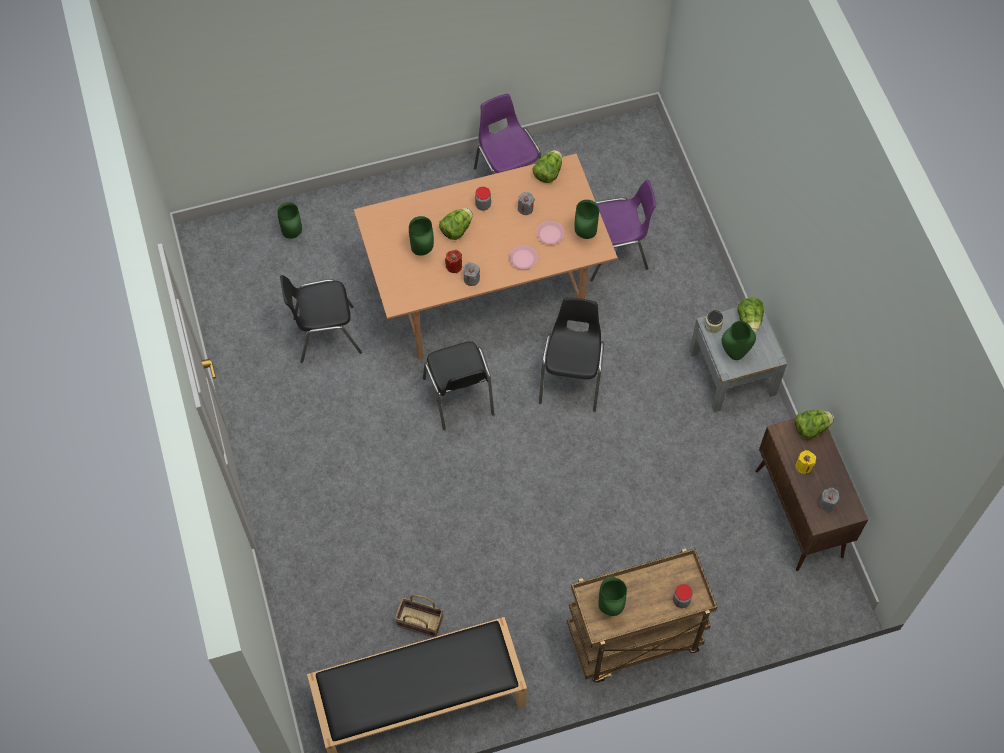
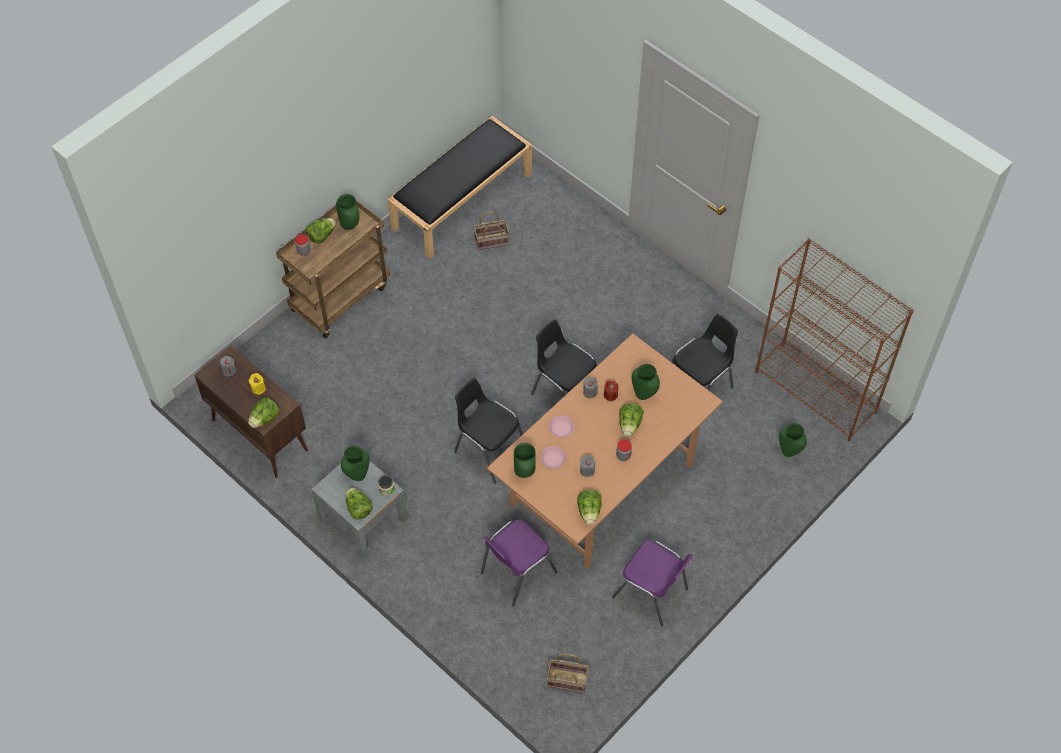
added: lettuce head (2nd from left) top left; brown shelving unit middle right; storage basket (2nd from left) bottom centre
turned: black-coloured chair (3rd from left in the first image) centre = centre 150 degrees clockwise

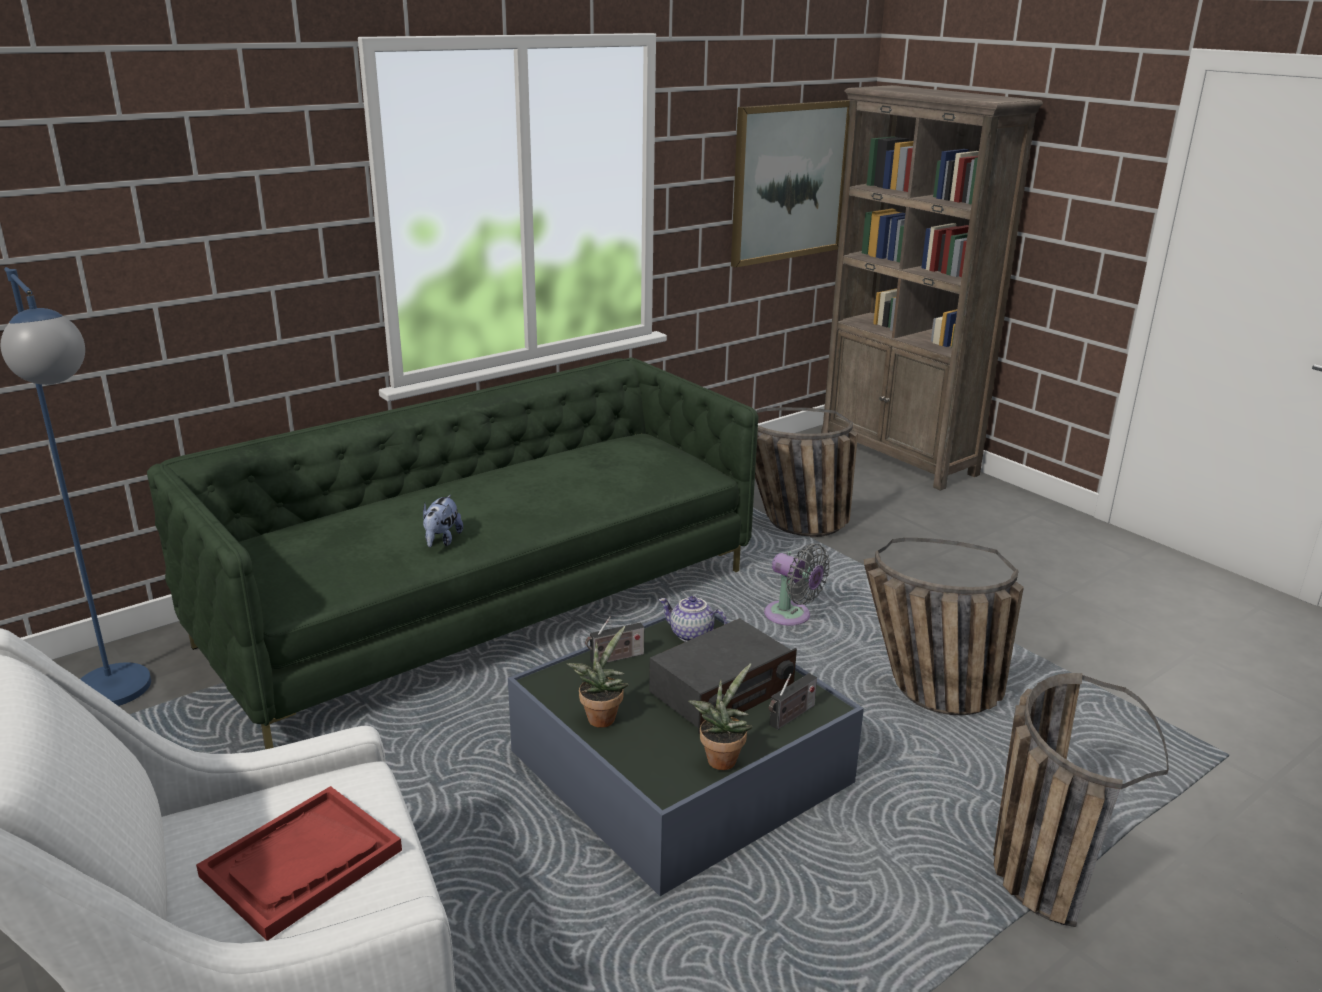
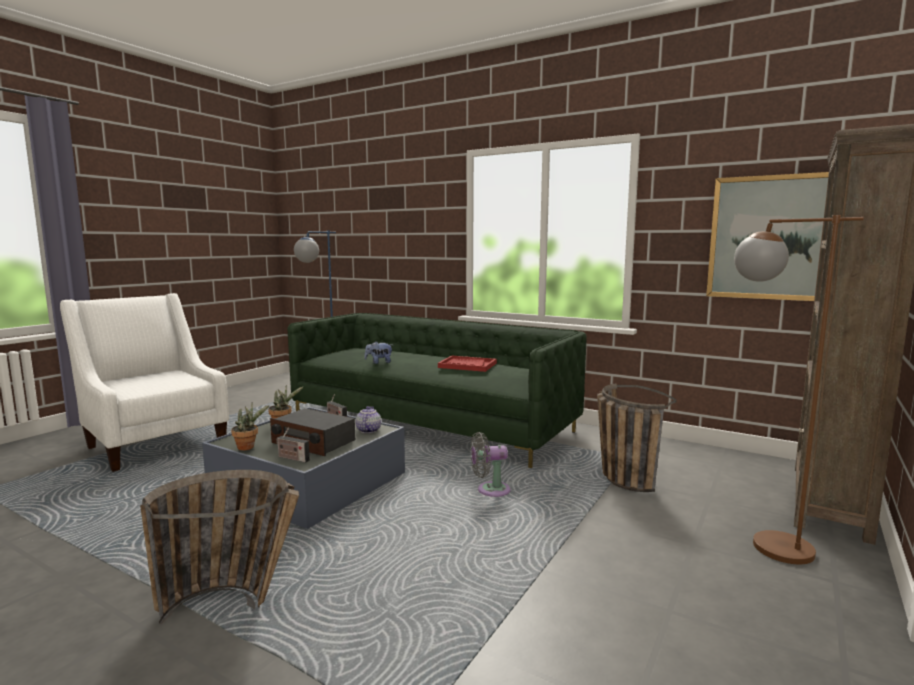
removed: storage basket (2nd from left) middle right
added: brown standard lamp middle right
moved: red-coloured serving tray bottom left to centre
turned: grey cooling fan centre = bottom centre 60 degrees clockwise

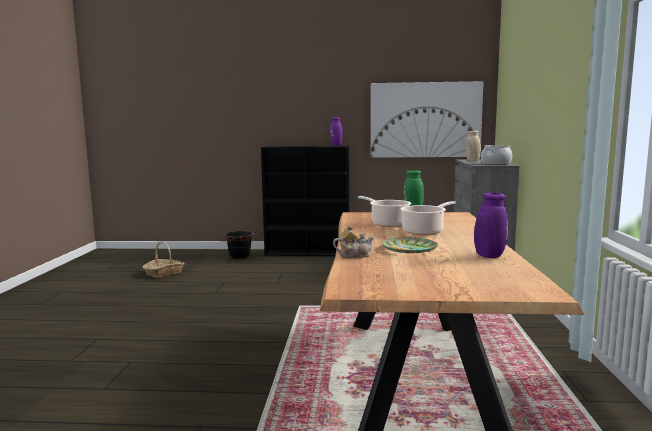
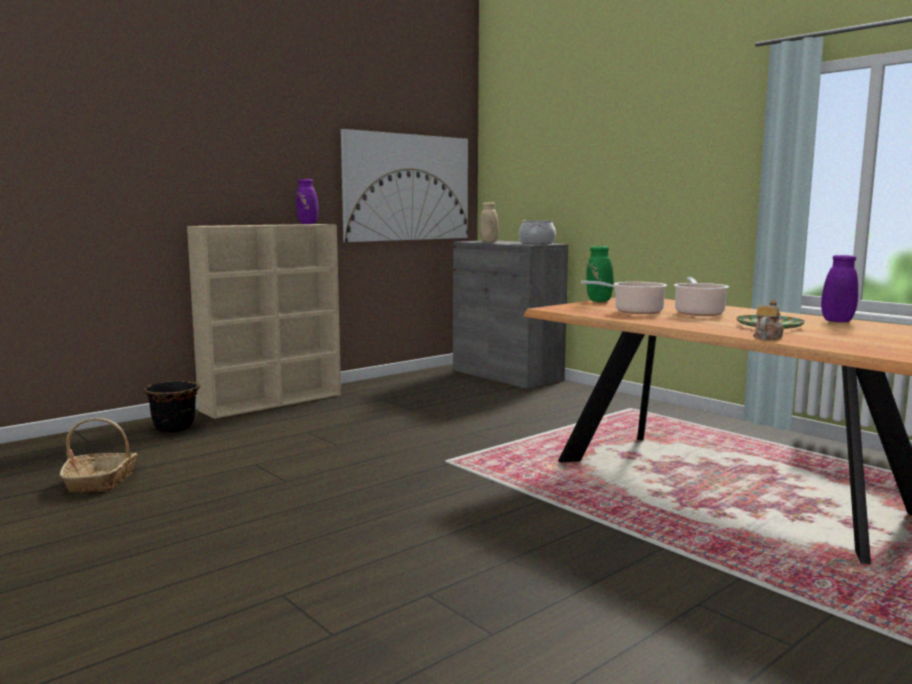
recoloured: black-coloured shelving unit centre to beige shelving unit middle left

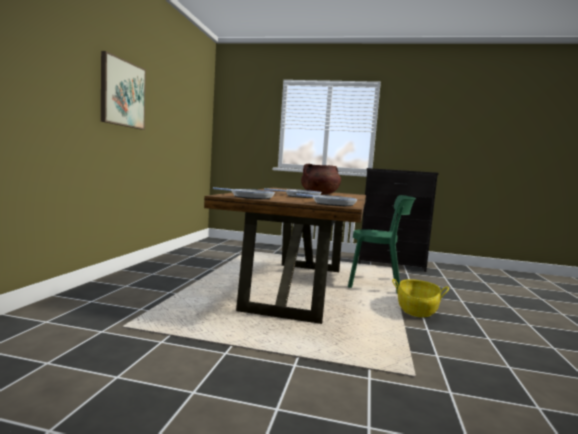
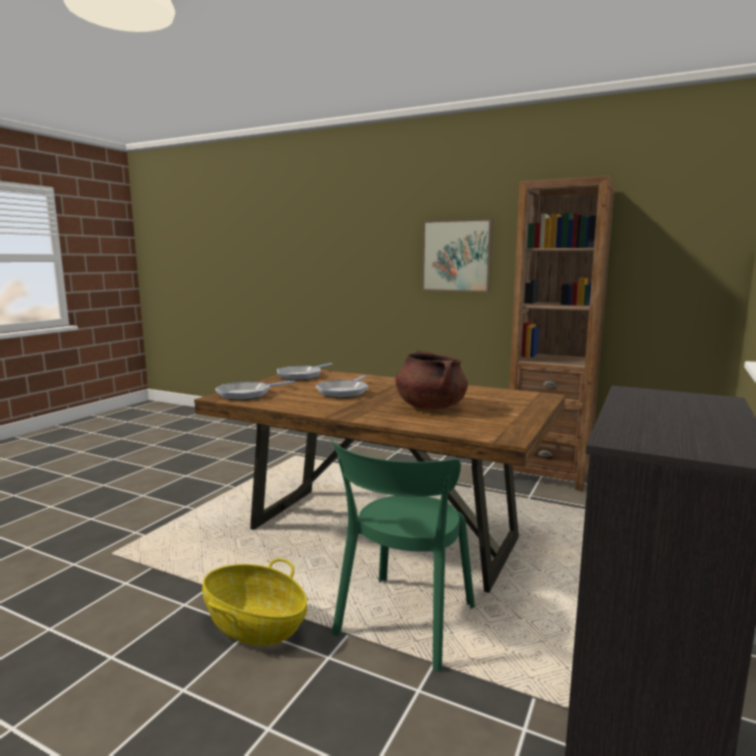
added: brown shelving unit middle right

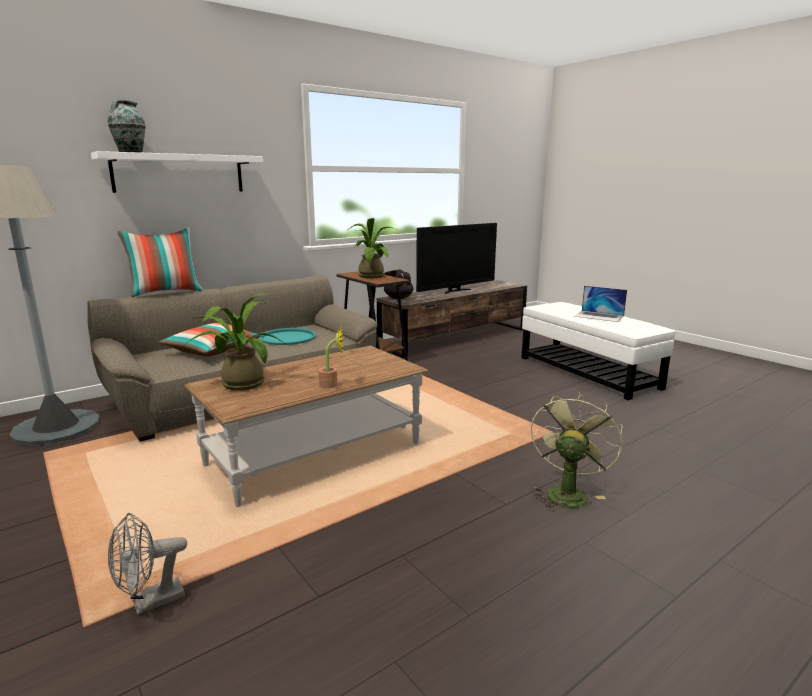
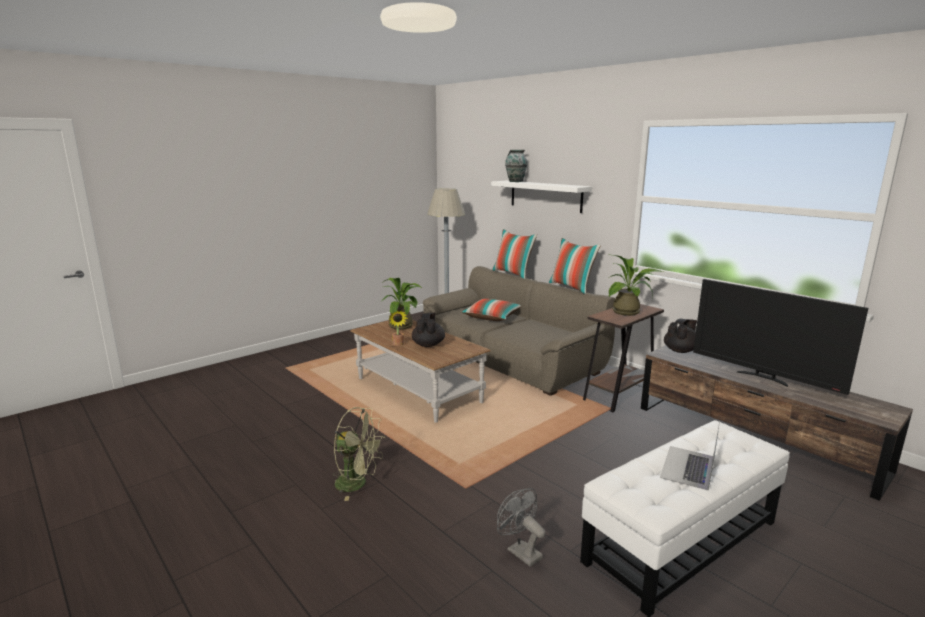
removed: blue-green serving tray centre
added: pillow (3rd from left) centre; black-coloured pot for tea (1st from left) centre
moved: grey cooling fan bottom left to bottom centre

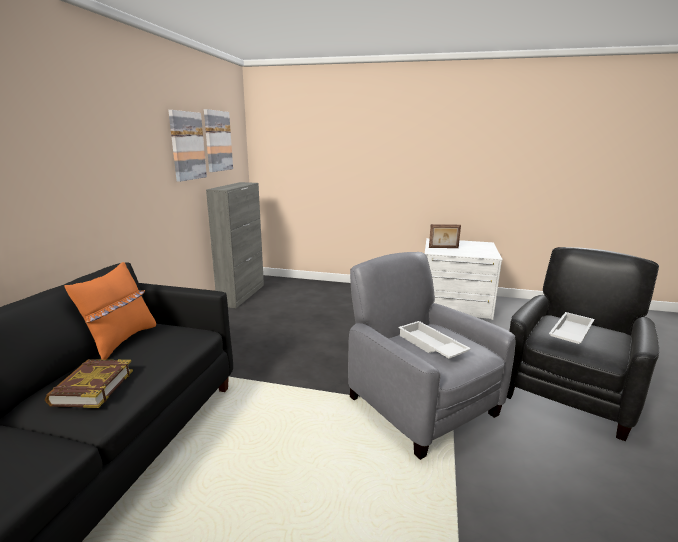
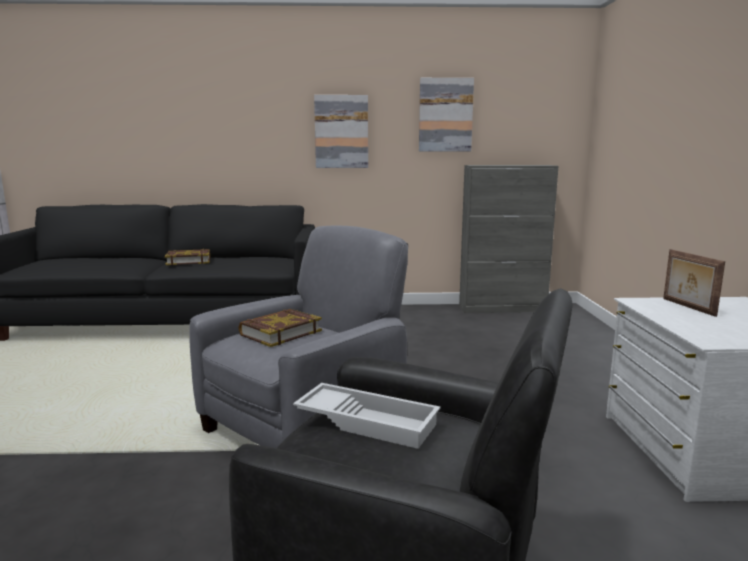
removed: orange pillow middle left
moved: wall picture (2nd from left in the first image) top left to wall picture (1st from left) top centre
replaced: white serving tray (1st from left) centre to bound book (2nd from left) centre

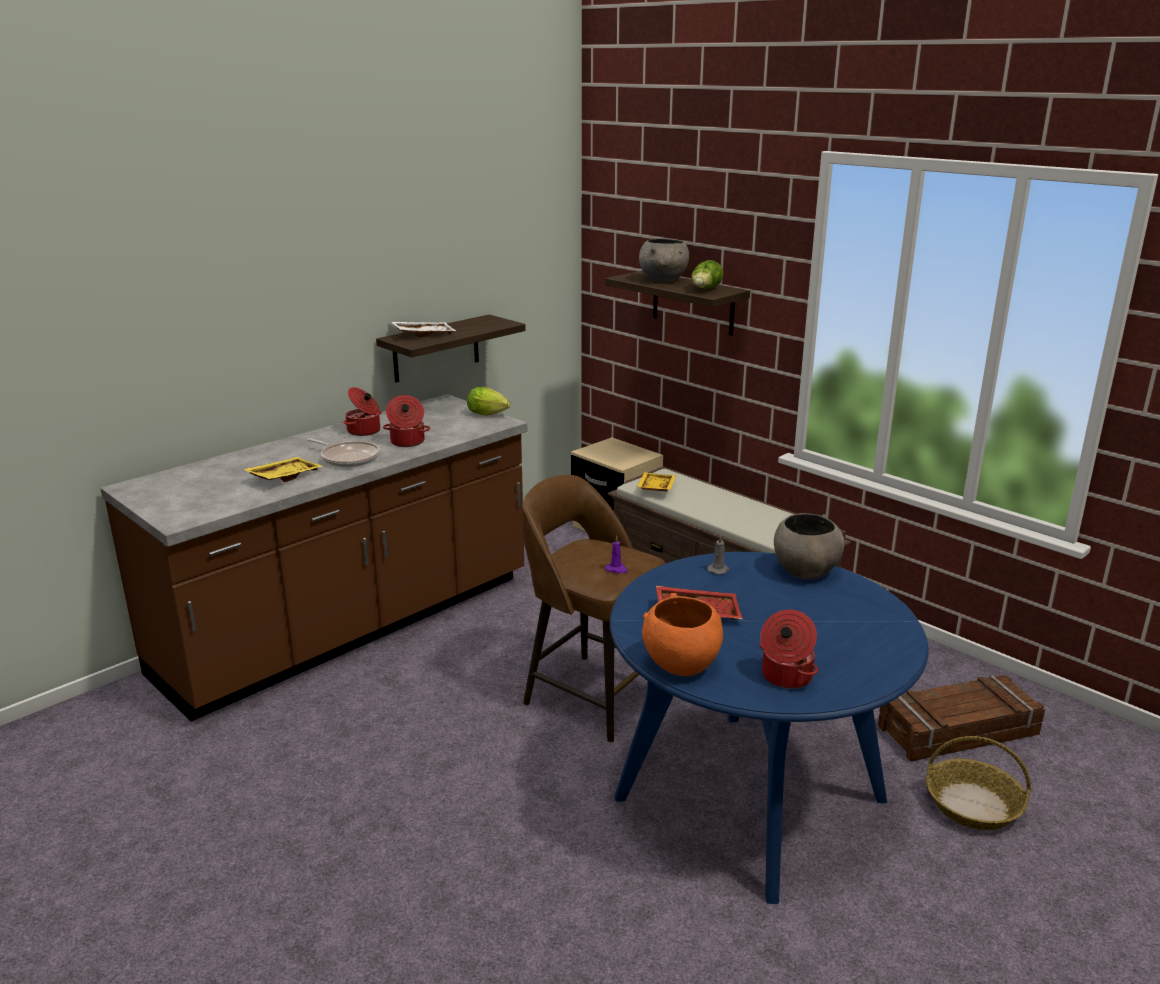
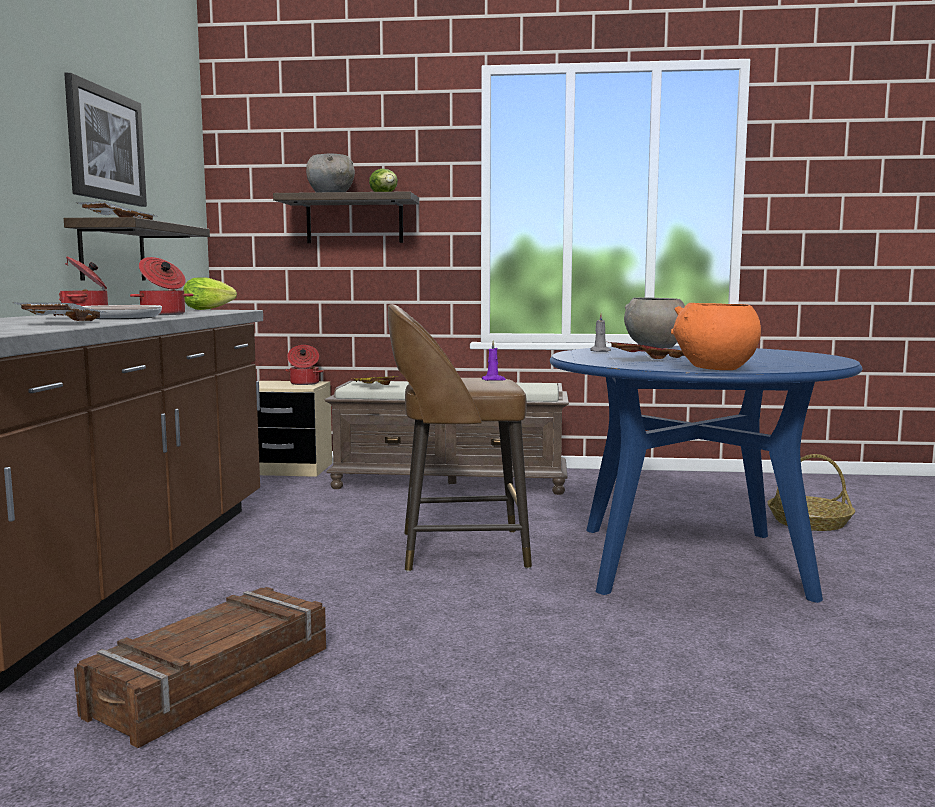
added: wall picture top left
moved: cooking pot (3rd from left) middle right to middle left; shipping crate bottom right to bottom left
recoloured: yellow-coloured serving tray (1st from left) middle left to white serving tray (1st from left) middle left

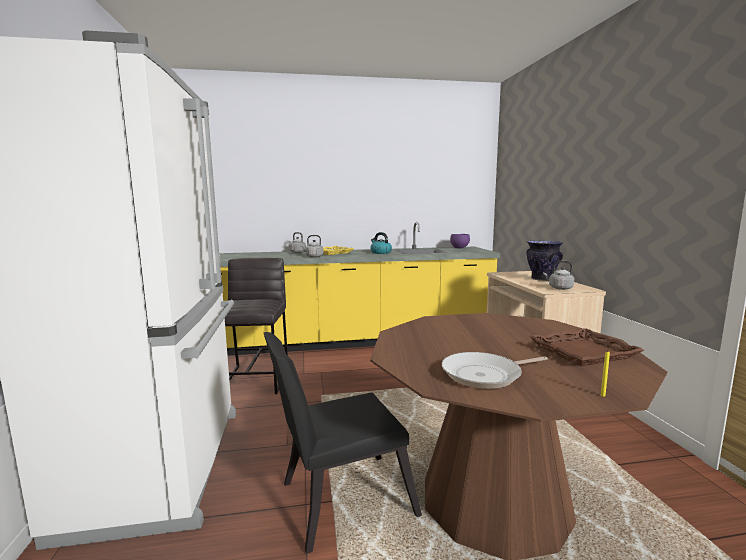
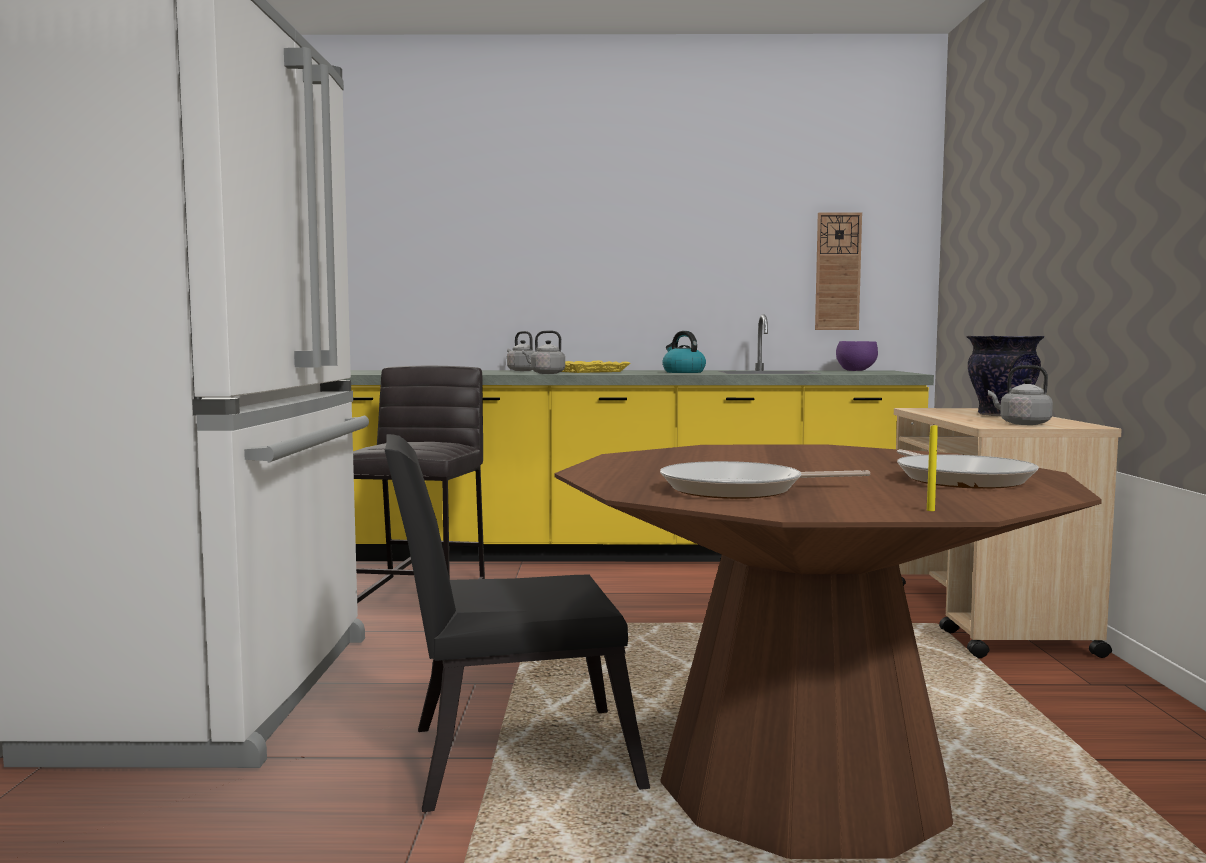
added: hanging clock top right
replaced: brown serving tray middle right to frying pan (2nd from left) middle right

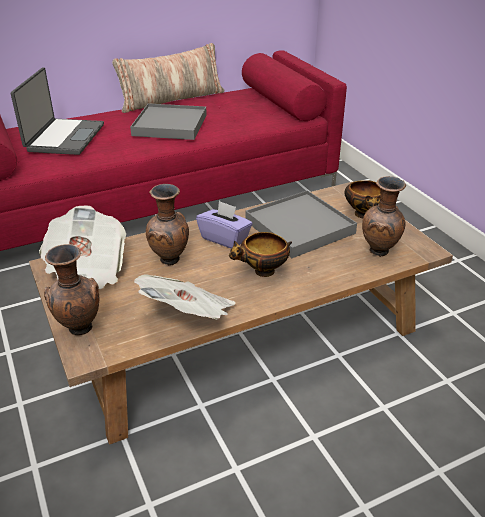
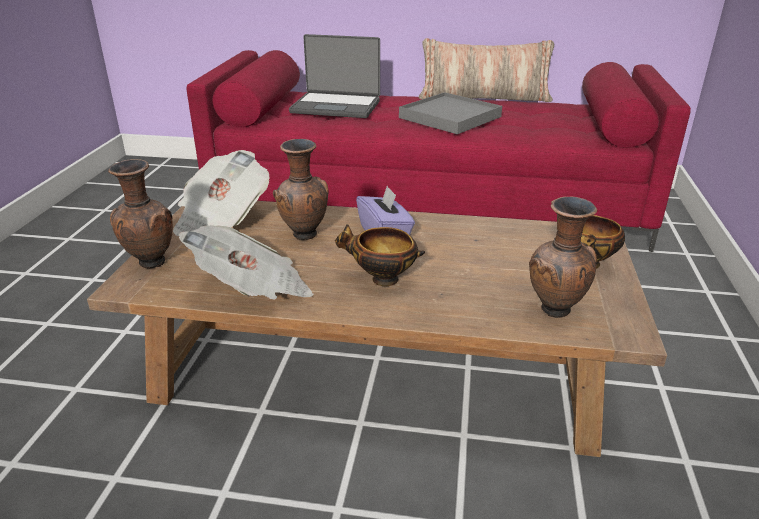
removed: grey serving tray (2nd from left) centre
turned: laptop top left = top centre 60 degrees clockwise

